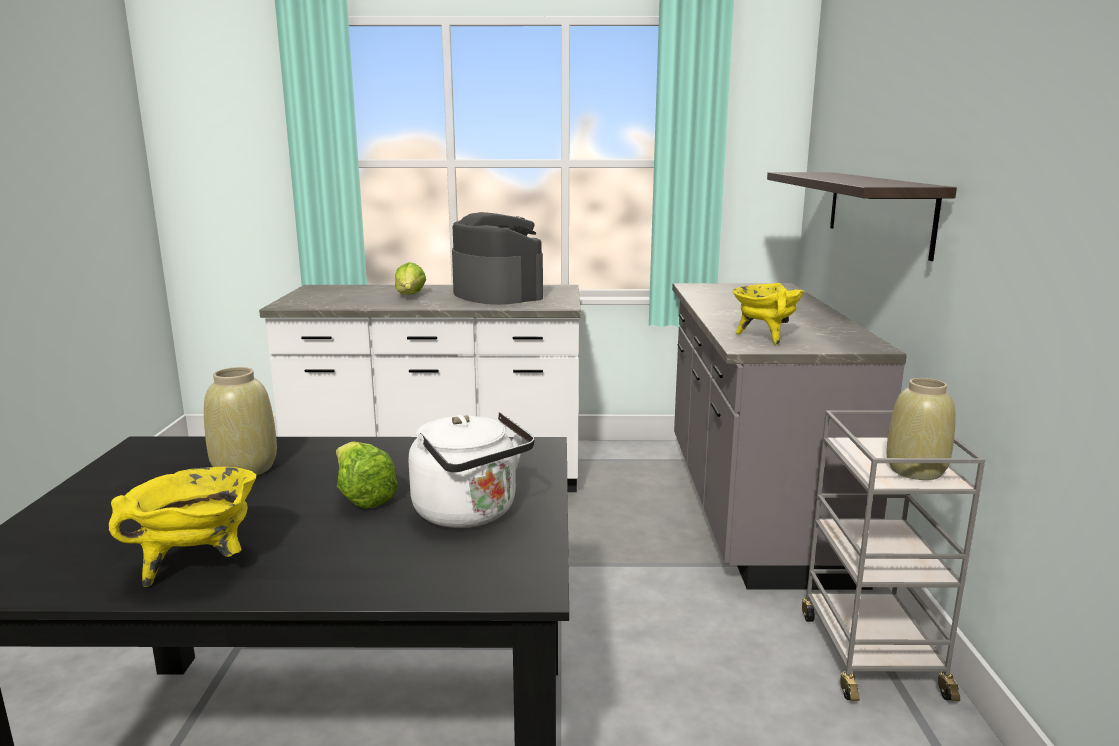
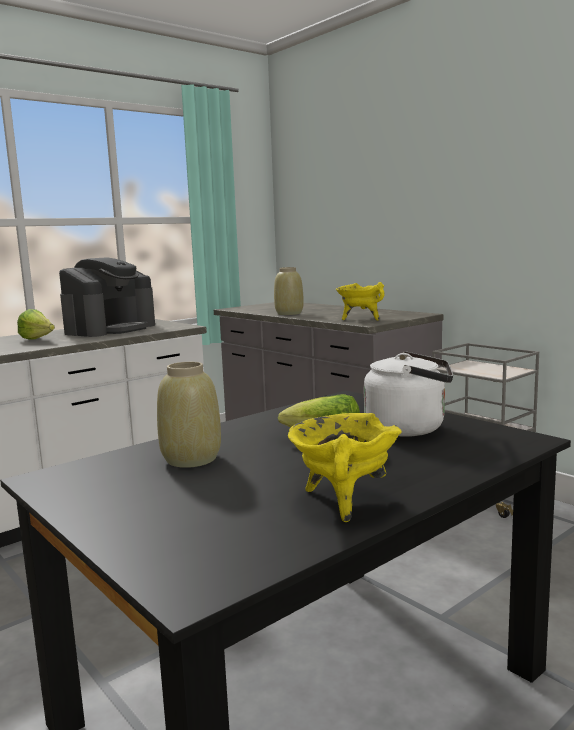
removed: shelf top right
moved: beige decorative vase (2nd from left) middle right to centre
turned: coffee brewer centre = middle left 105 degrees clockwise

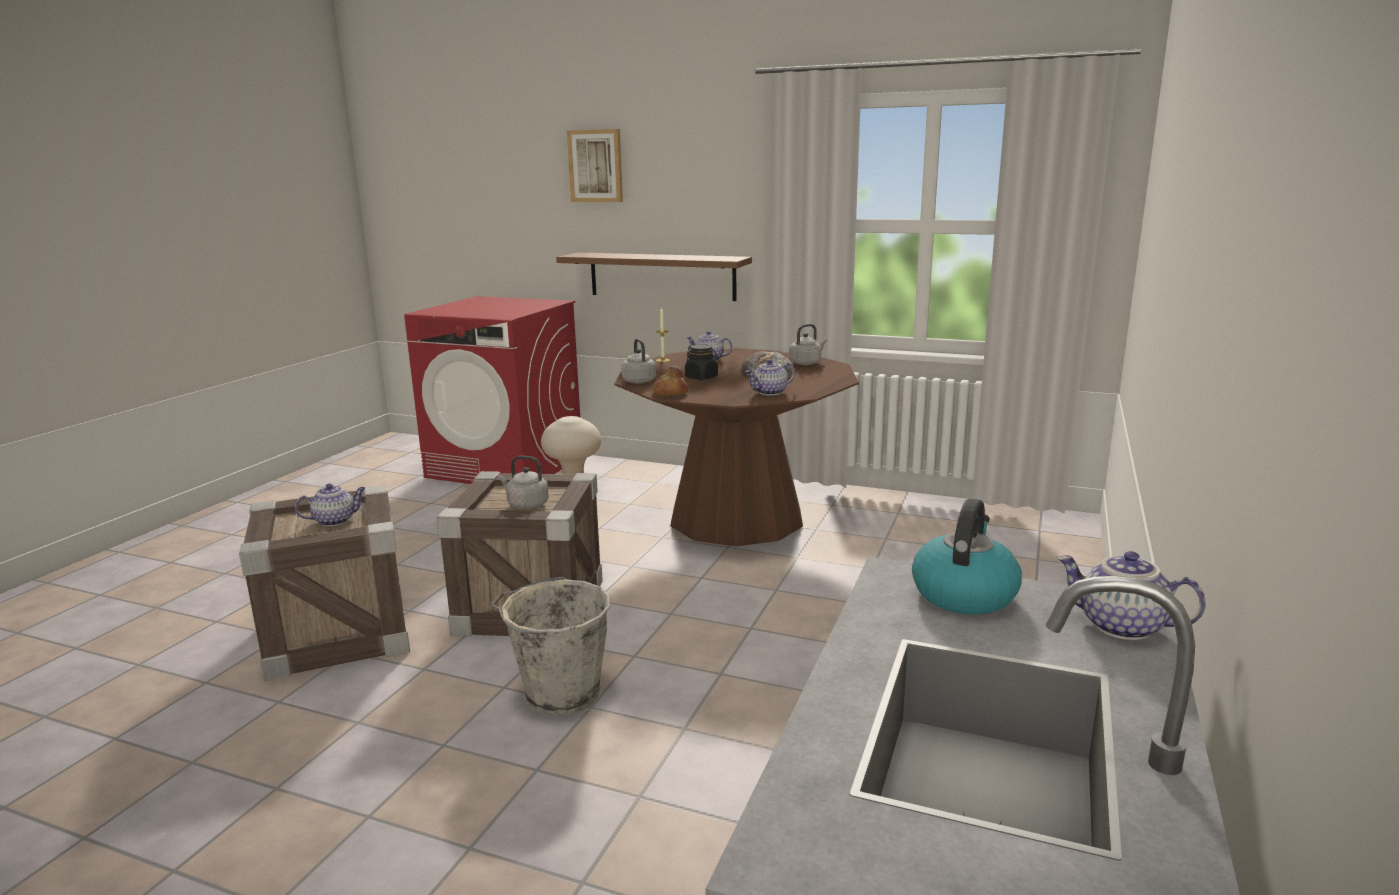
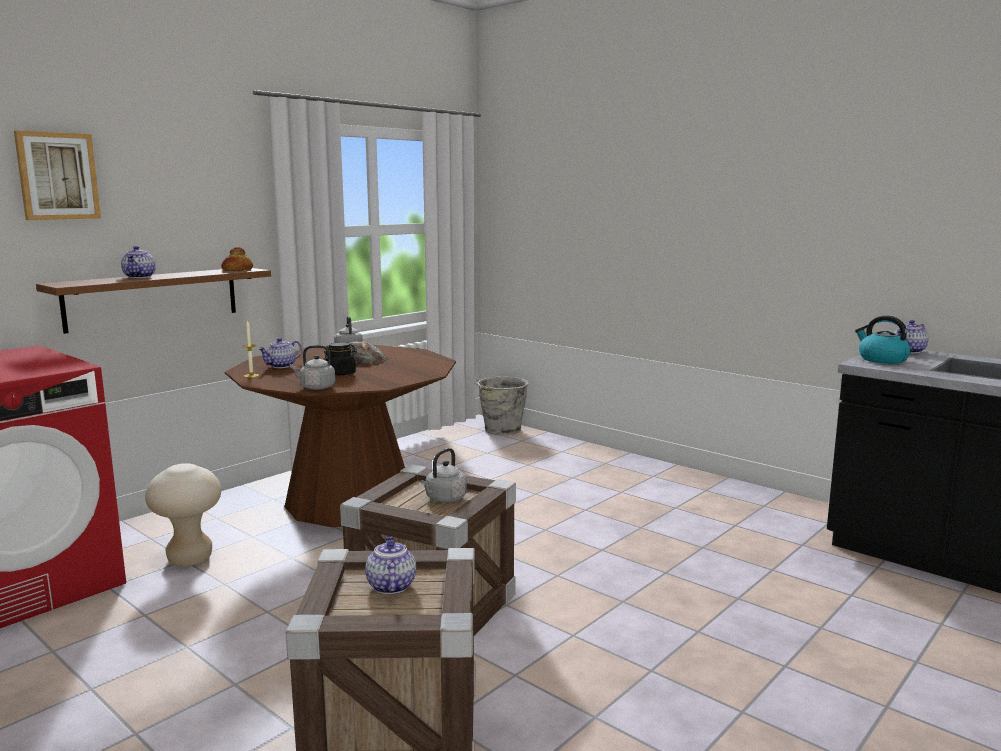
moved: pot for tea (3rd from left in the first image) centre to pot for tea (1st from left) middle left; baked bread (1st from left) centre to middle left; grey bucket bottom centre to centre

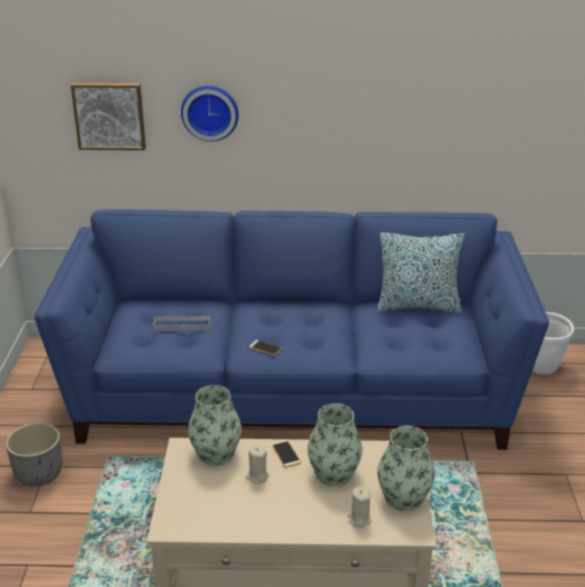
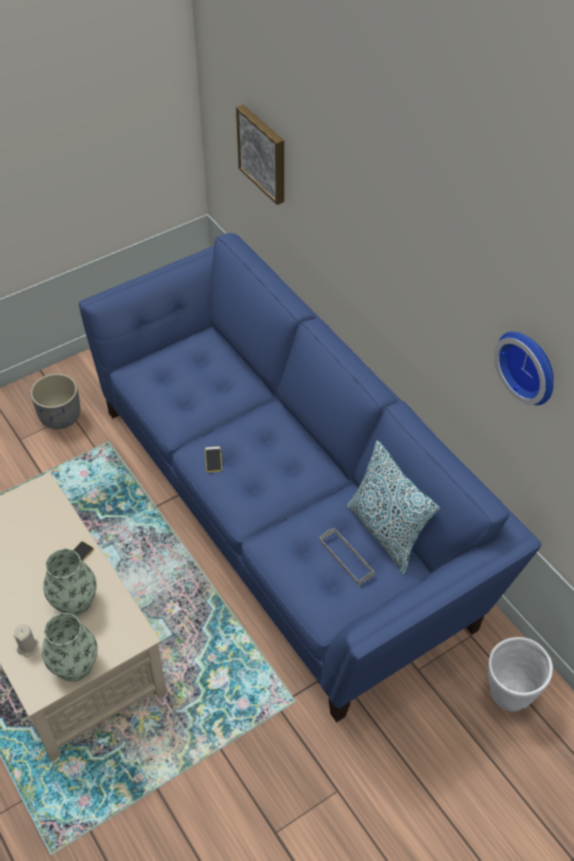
removed: decorative vase (1st from left) bottom centre; beige wax light (1st from left) bottom centre
moved: hanging clock top centre to middle right; grey serving tray middle left to centre

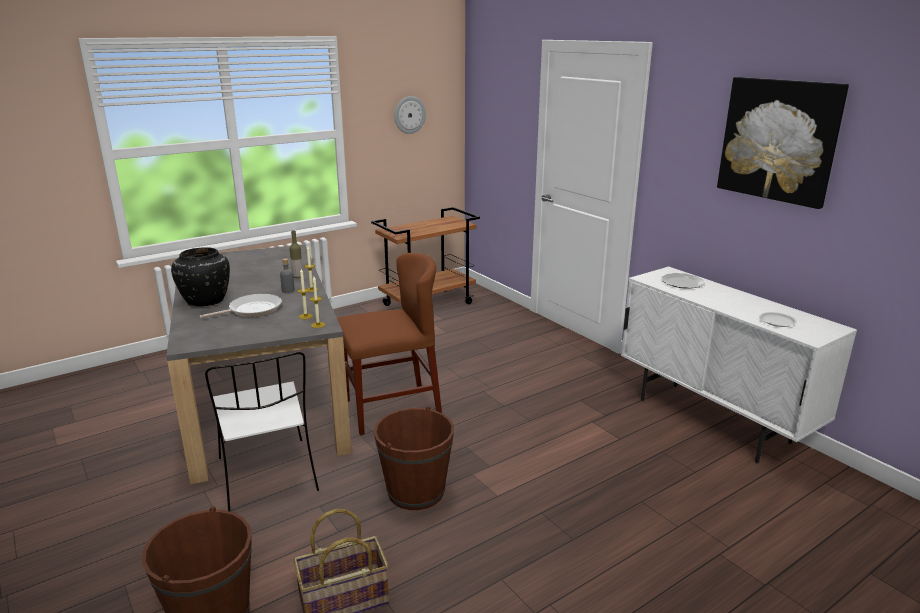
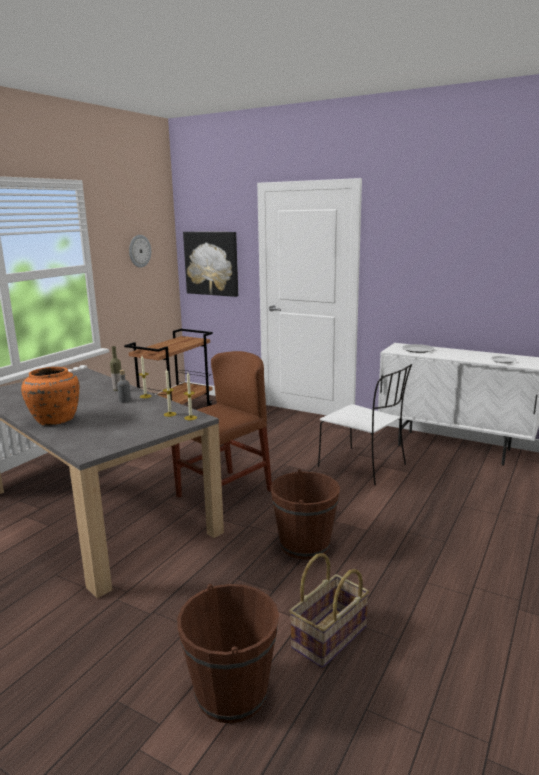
removed: frying pan middle left
moved: wall picture top right to centre; white chair bottom left to middle right
recoloured: black-coloured decorative vase middle left to orange decorative vase middle left

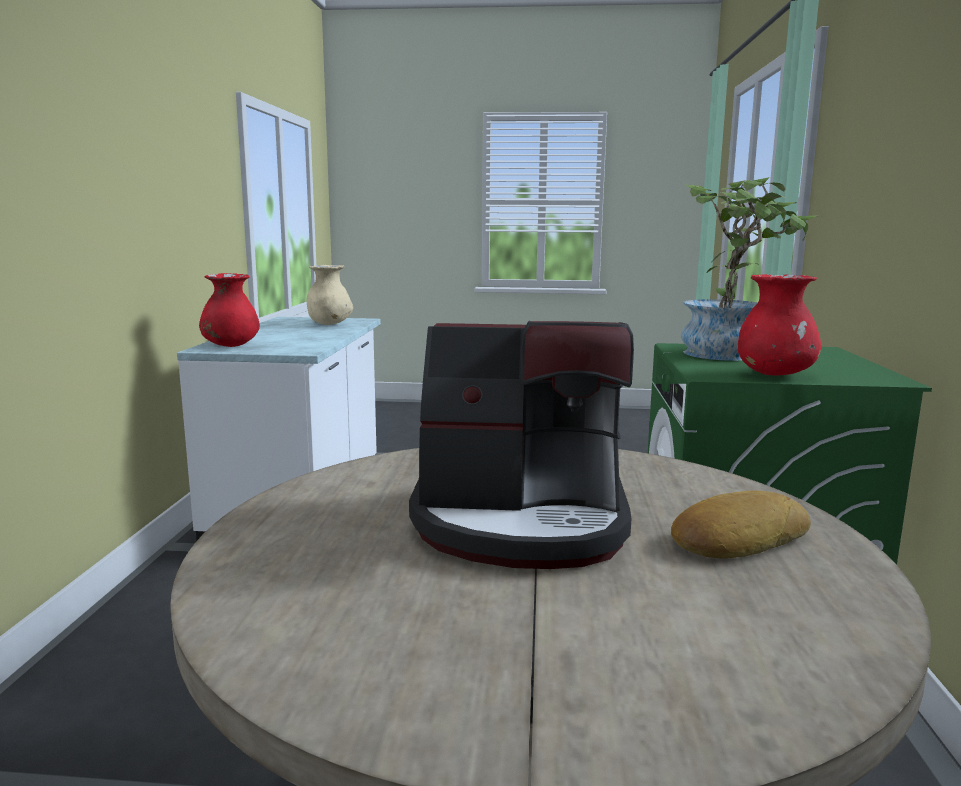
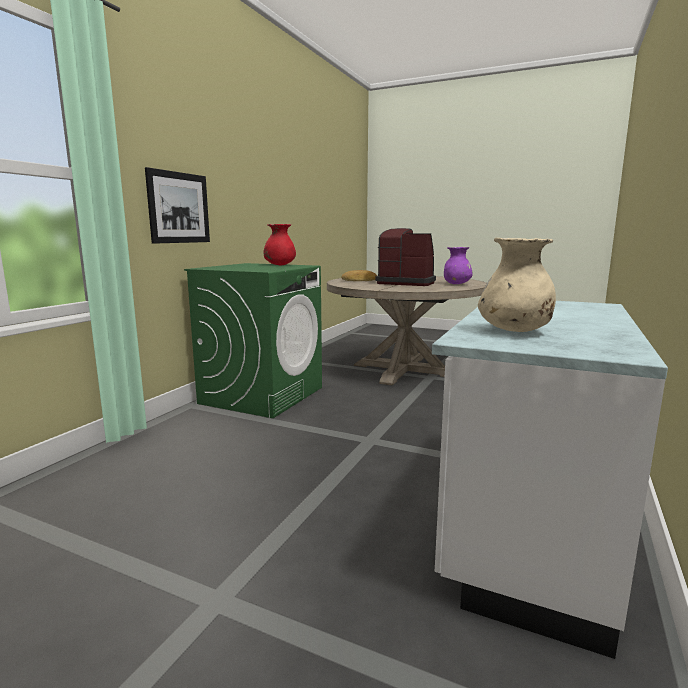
removed: potted plant middle right; red-coloured decorative vase (1st from left) middle left
added: wall picture top left; purplish decorative vase centre

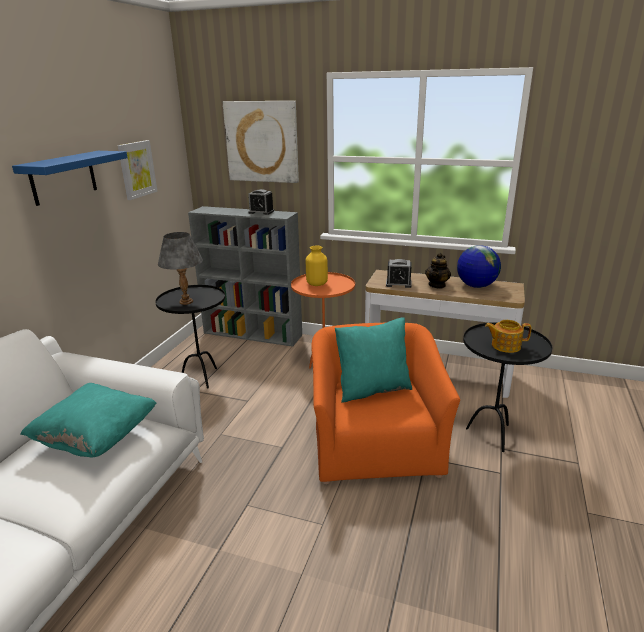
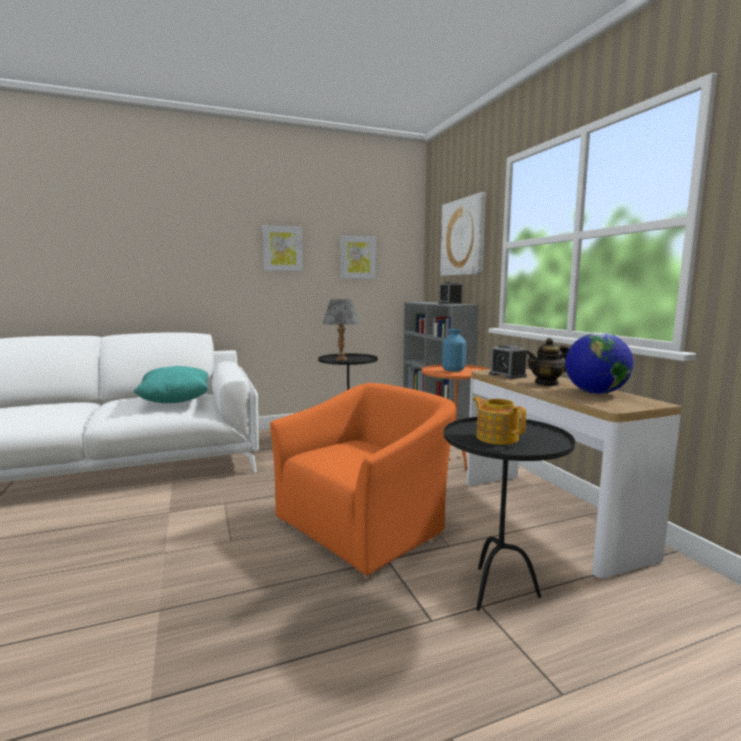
removed: blue-green pillow (2nd from left) centre
replaced: bluish shelf top left to wall picture (1st from left) centre
recoloured: yellow-coloured decorative vase centre to bluish decorative vase centre

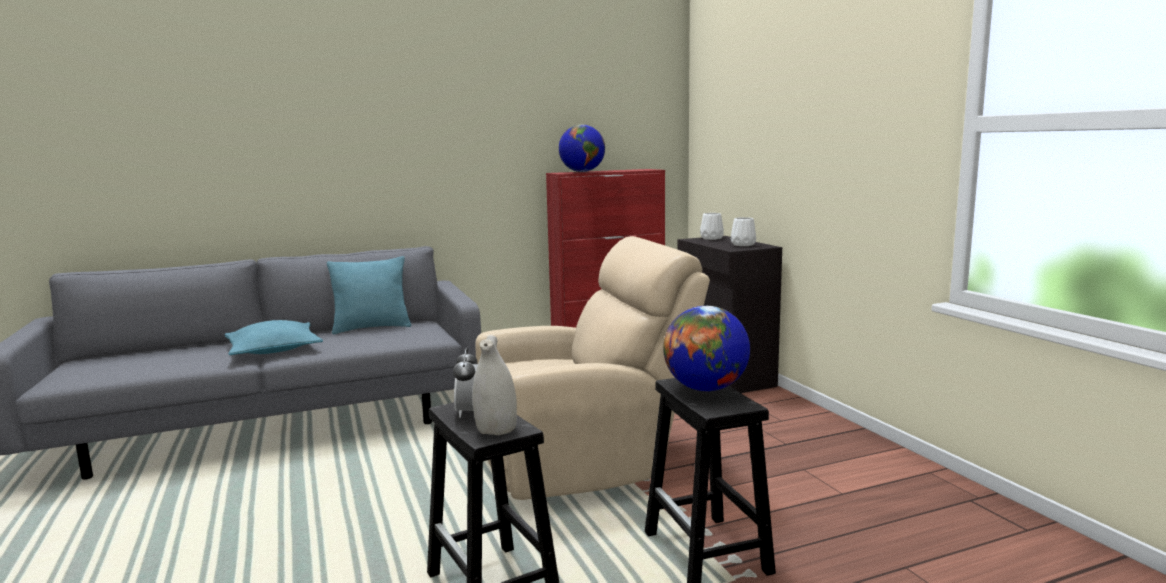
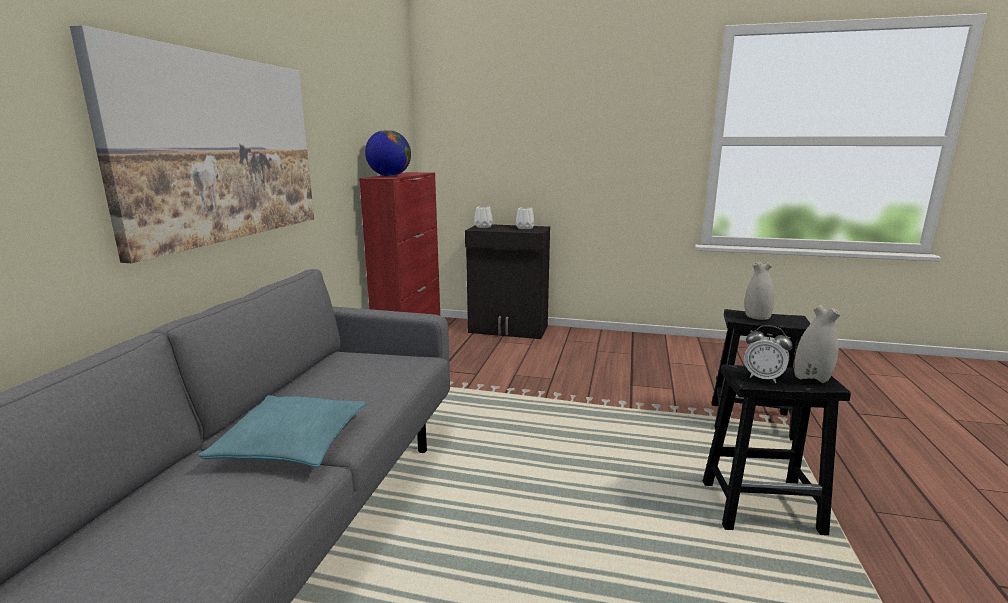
removed: beige armchair centre; blue-green pillow (2nd from left) middle left
added: wall picture top left
replaced: globe (2nd from left) centre to white decorative vase (3rd from left) middle right

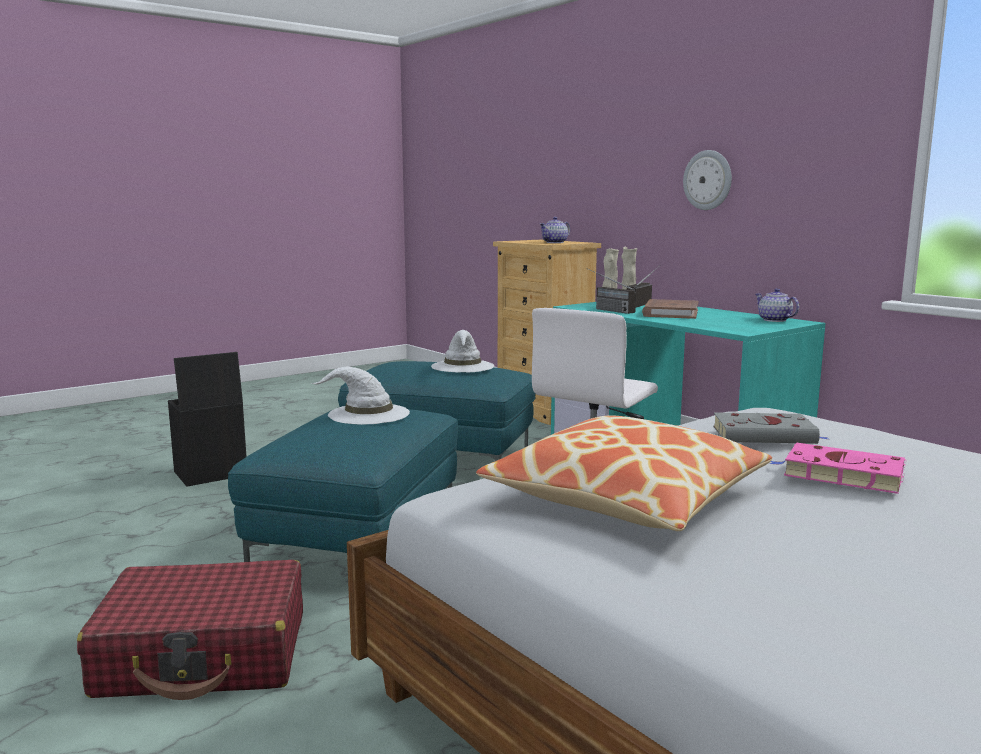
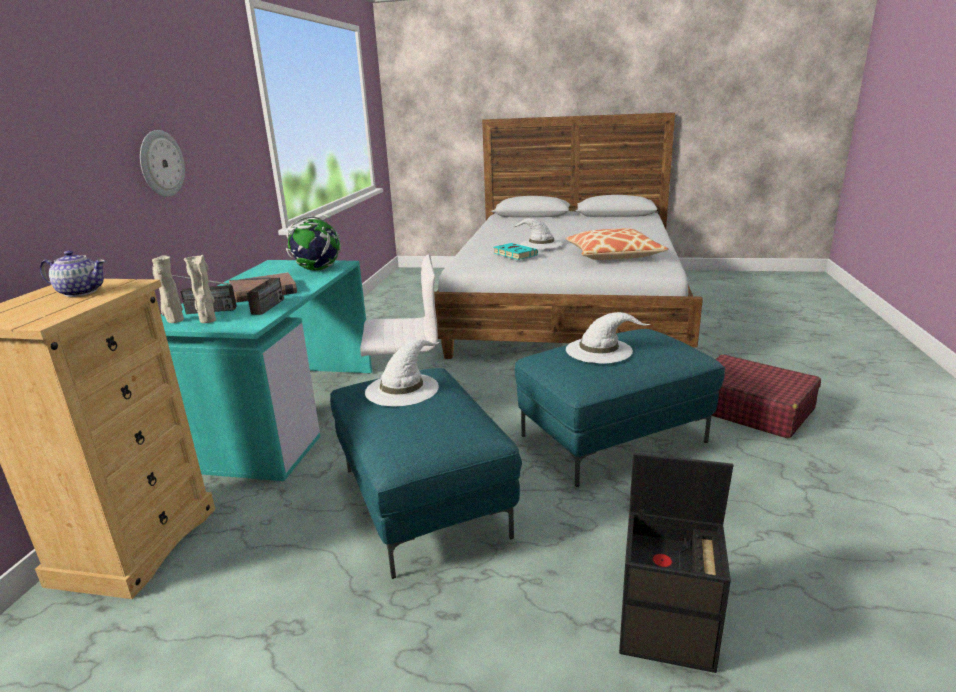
removed: pot for tea (2nd from left) middle right
added: globe middle left
replaced: pink-coloured bound book middle right to white clothing hat (2nd from left) centre
recoloured: grey bound book middle right to blue-green bound book centre

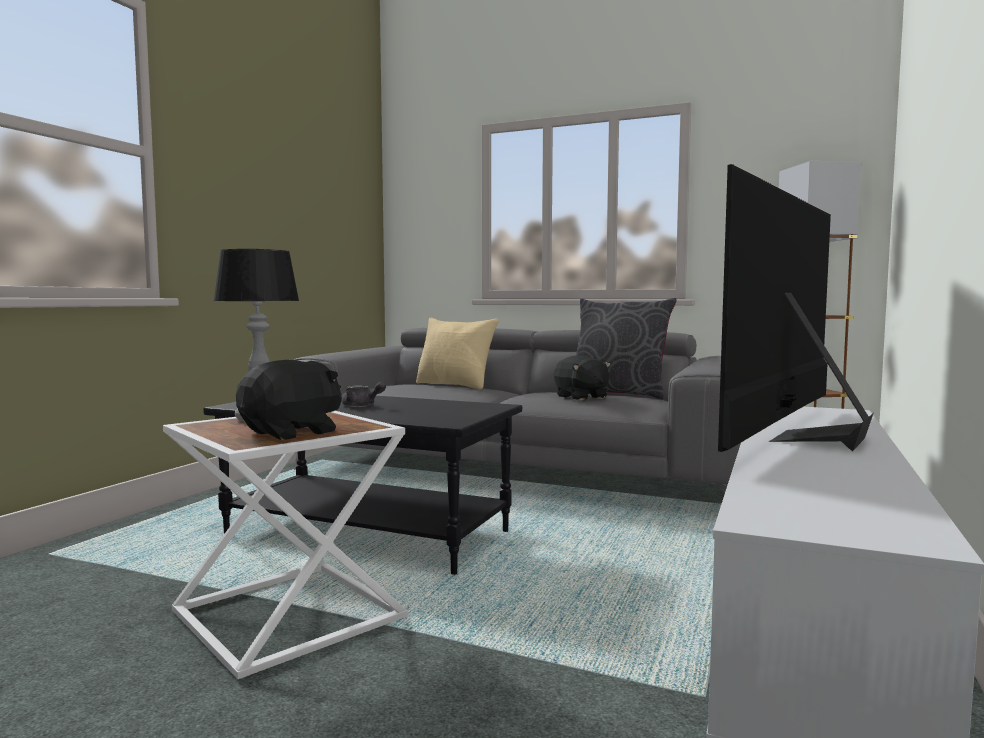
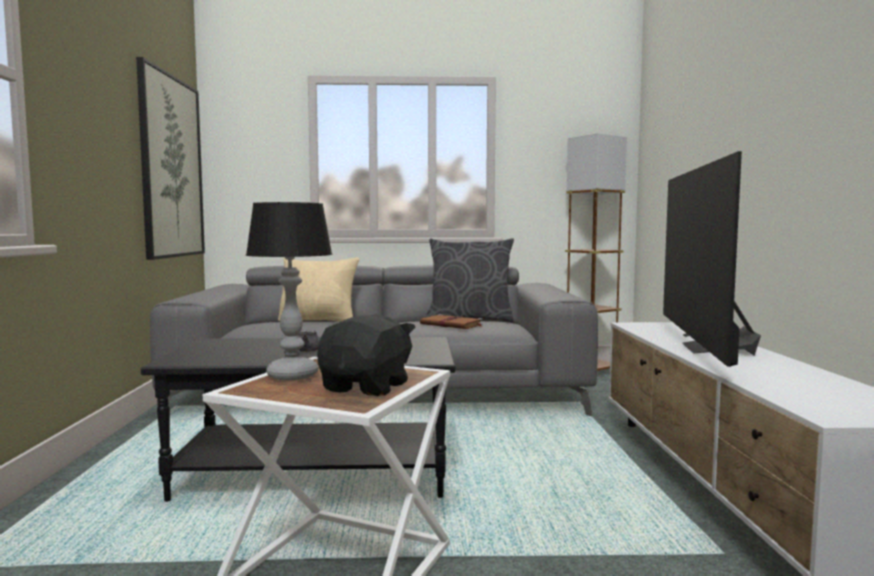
added: wall picture top left
replaced: black-coloured cuddly toy (2nd from left) centre to brown bound book centre

